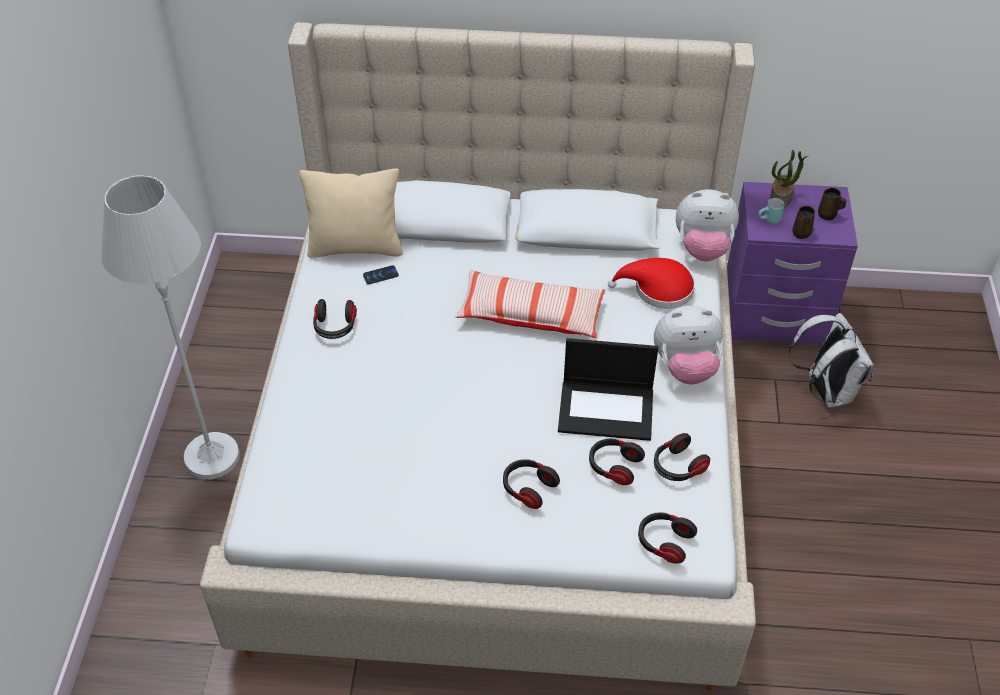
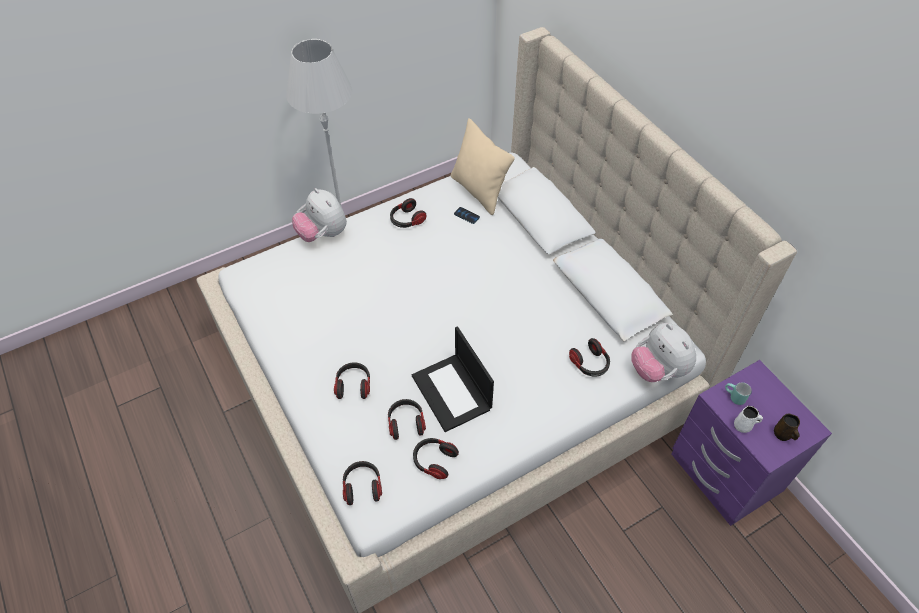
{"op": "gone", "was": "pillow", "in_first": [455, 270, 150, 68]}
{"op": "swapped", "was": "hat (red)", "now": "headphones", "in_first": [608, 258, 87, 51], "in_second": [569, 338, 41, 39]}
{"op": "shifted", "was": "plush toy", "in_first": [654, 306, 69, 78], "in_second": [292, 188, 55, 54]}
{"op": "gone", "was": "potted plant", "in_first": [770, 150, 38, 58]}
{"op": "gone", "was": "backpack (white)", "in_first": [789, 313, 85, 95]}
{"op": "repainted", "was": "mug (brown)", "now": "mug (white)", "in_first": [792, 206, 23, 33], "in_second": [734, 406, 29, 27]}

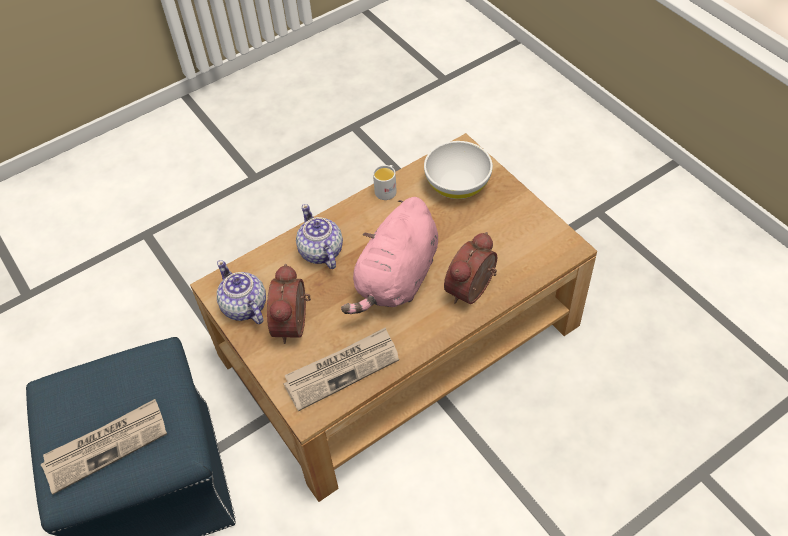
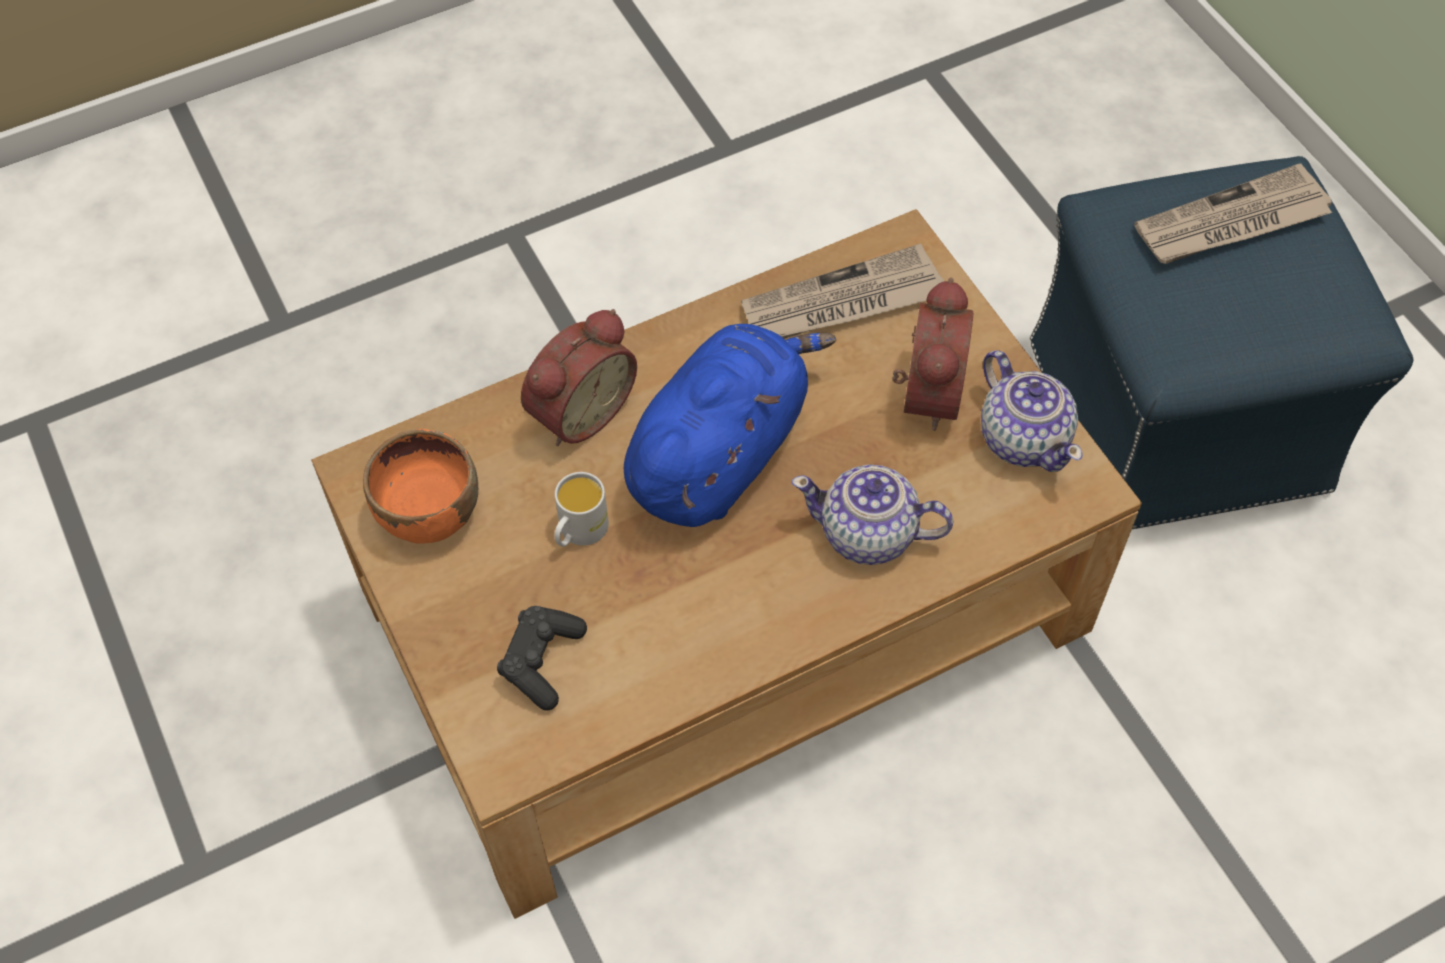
{"op": "rotated", "was": "teapot", "in_first": [296, 204, 47, 65], "in_second": [792, 464, 161, 101], "clockwise": 120}
{"op": "repainted", "was": "plush toy (pink)", "now": "plush toy (blue)", "in_first": [341, 197, 97, 117], "in_second": [624, 324, 212, 203]}
{"op": "shifted", "was": "mug (white)", "in_first": [373, 165, 24, 35], "in_second": [554, 472, 55, 75]}
{"op": "swapped", "was": "bowl (white)", "now": "game controller (black)", "in_first": [424, 141, 69, 58], "in_second": [497, 606, 90, 105]}
{"op": "new", "now": "bowl (orange)", "in_second": [363, 429, 115, 115]}

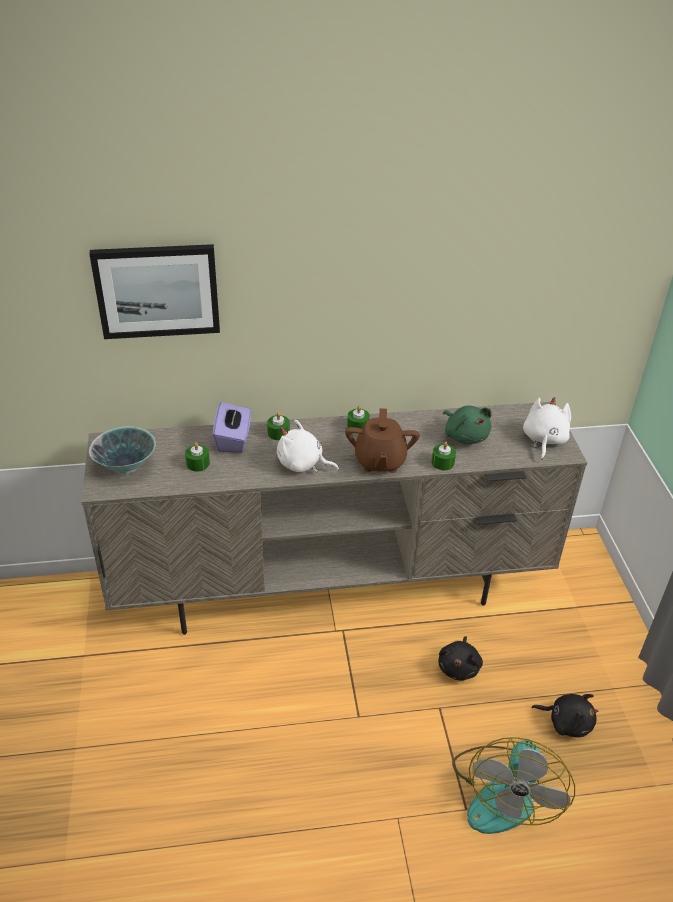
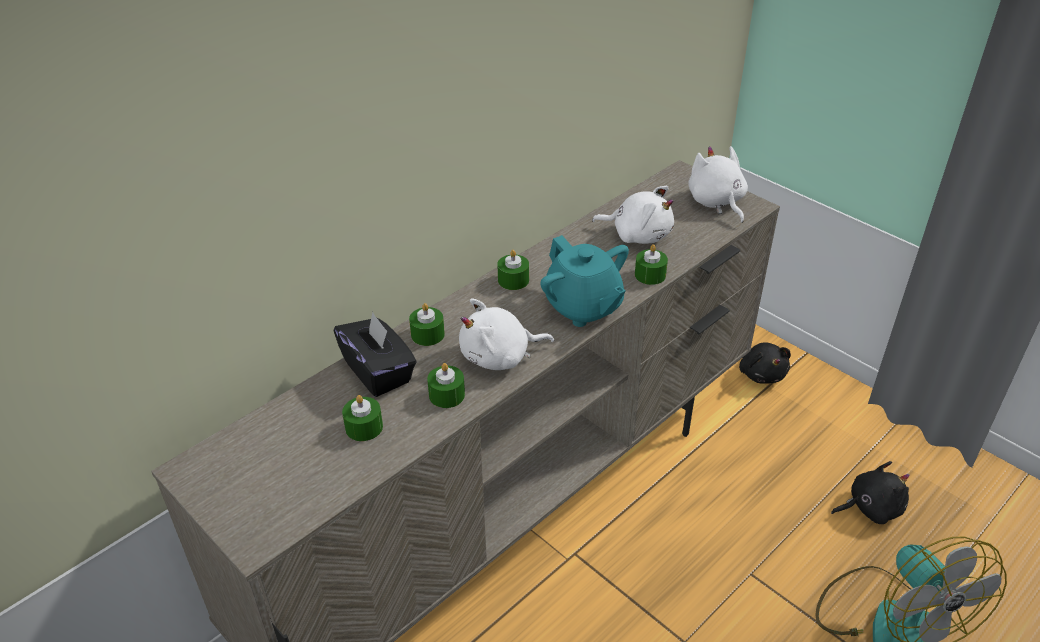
{"op": "gone", "was": "picture", "in_first": [89, 244, 131, 95]}
{"op": "gone", "was": "bowl", "in_first": [89, 426, 67, 48]}
{"op": "repainted", "was": "tissue box (purple)", "now": "tissue box (black)", "in_first": [213, 402, 38, 51], "in_second": [334, 312, 82, 85]}
{"op": "repainted", "was": "teapot (brown)", "now": "teapot (turquoise)", "in_first": [345, 408, 75, 65], "in_second": [541, 235, 88, 92]}
{"op": "shifted", "was": "plush toy (black)", "in_first": [439, 636, 44, 45], "in_second": [739, 342, 52, 42]}
{"op": "repainted", "was": "plush toy (green)", "now": "plush toy (white)", "in_first": [443, 405, 49, 39], "in_second": [592, 186, 82, 58]}
{"op": "new", "now": "candle (green)", "in_second": [427, 363, 38, 45]}

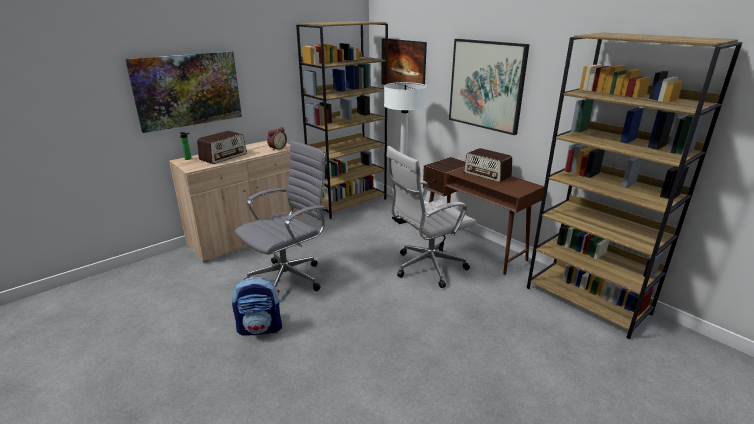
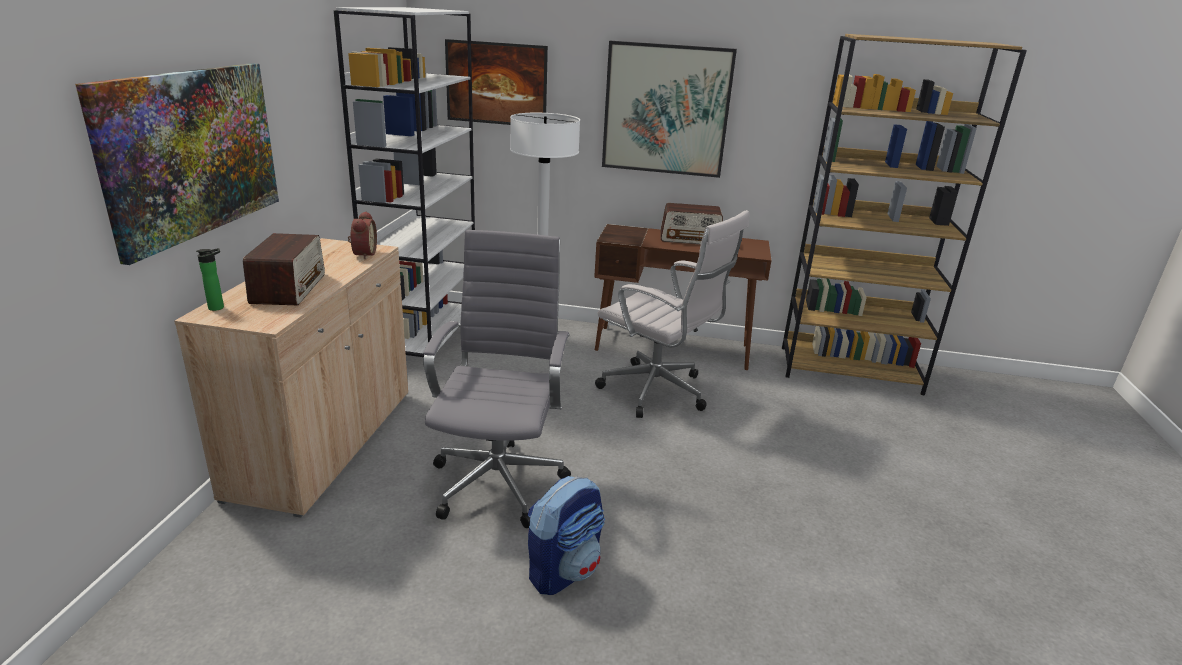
{"op": "repainted", "was": "bookcase (brown)", "now": "bookcase (white)", "in_first": [296, 21, 92, 198], "in_second": [334, 7, 141, 350]}
{"op": "rotated", "was": "office chair (white)", "in_first": [386, 146, 90, 142], "in_second": [595, 210, 154, 208], "clockwise": -75}

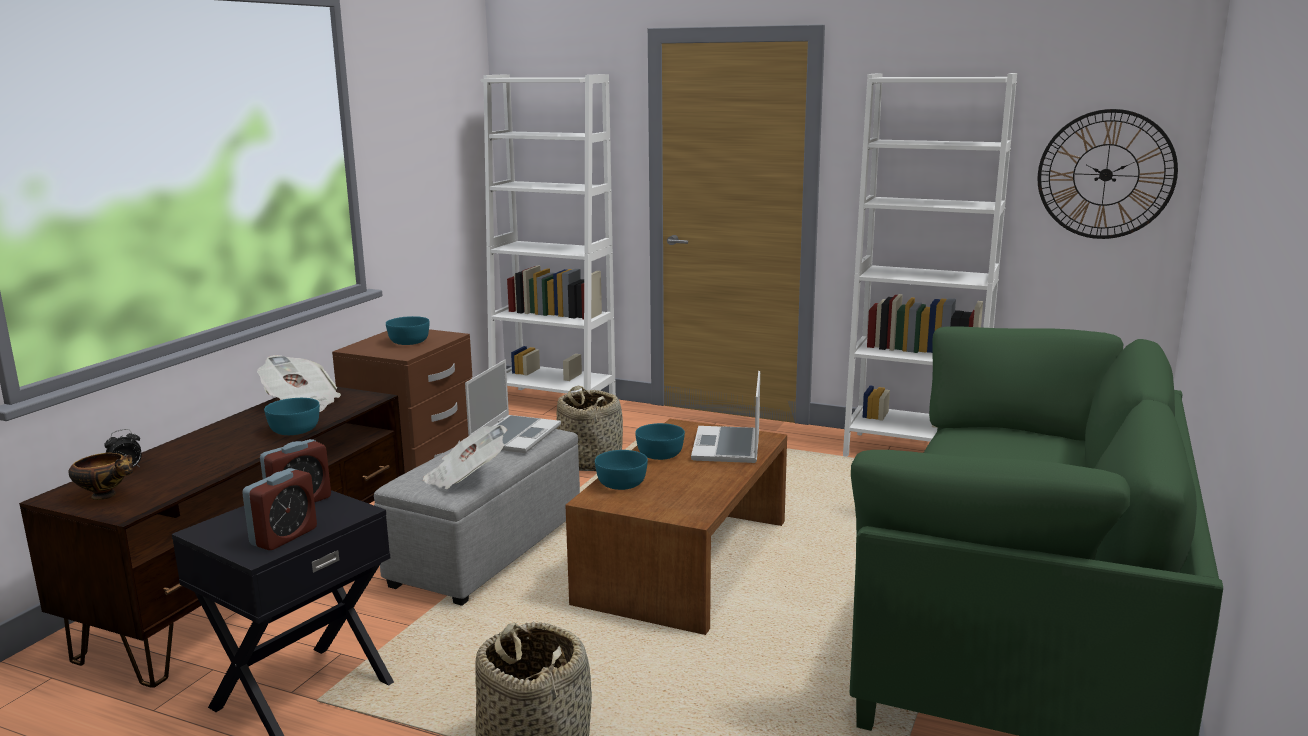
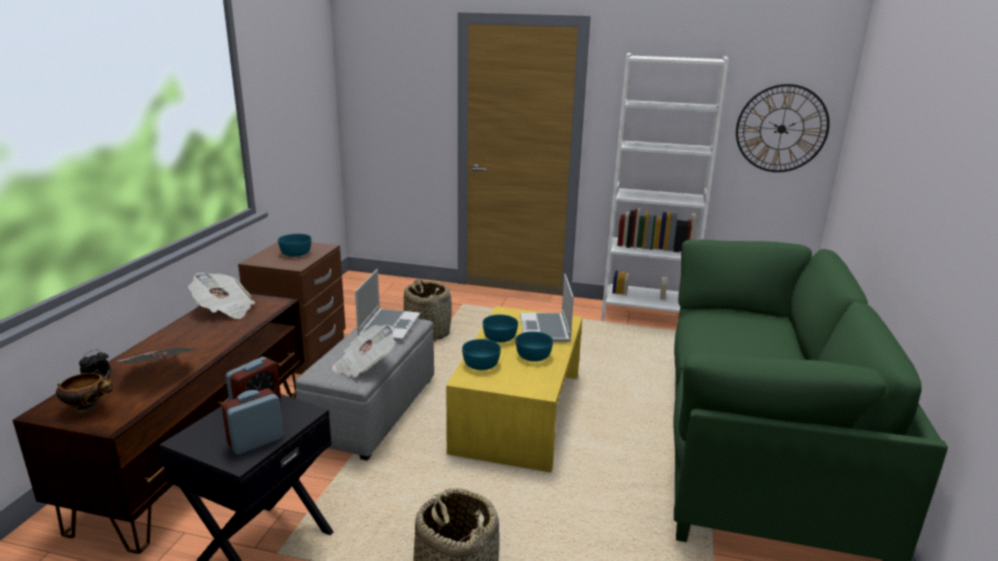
{"op": "rotated", "was": "alarm clock", "in_first": [242, 468, 75, 82], "in_second": [222, 388, 61, 66], "clockwise": -150}
{"op": "shifted", "was": "bowl (turquoise)", "in_first": [264, 398, 56, 37], "in_second": [516, 331, 37, 31]}
{"op": "gone", "was": "bookcase (white)", "in_first": [481, 74, 135, 322]}
{"op": "repainted", "was": "coffee table (brown)", "now": "coffee table (yellow)", "in_first": [565, 419, 222, 216], "in_second": [446, 306, 136, 166]}
{"op": "new", "now": "newspaper", "in_second": [119, 348, 76, 15]}

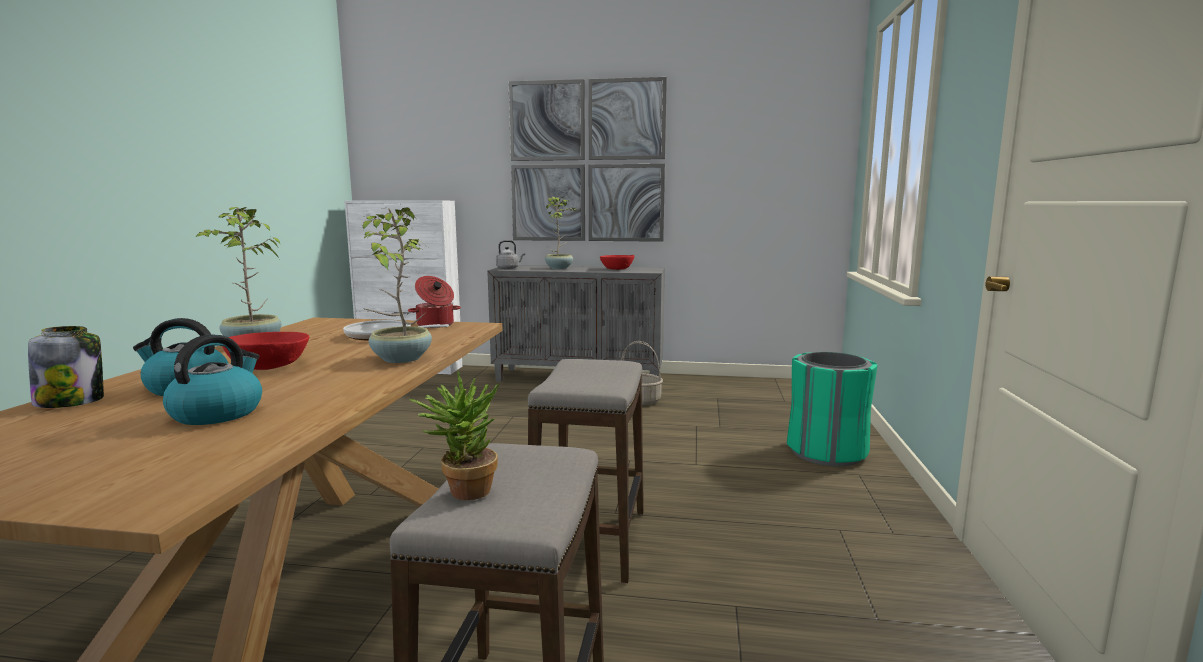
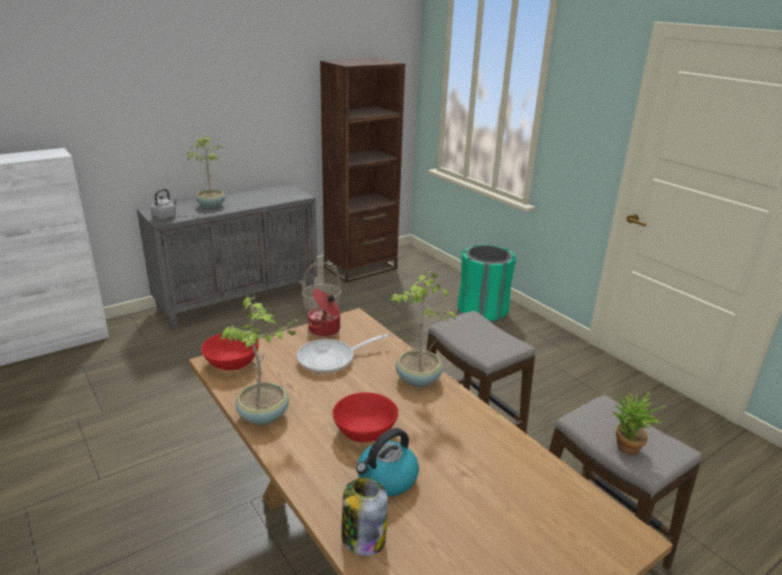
{"op": "gone", "was": "kettle", "in_first": [163, 334, 99, 91]}
{"op": "gone", "was": "picture", "in_first": [508, 77, 159, 165]}
{"op": "shifted", "was": "bowl (red)", "in_first": [600, 255, 34, 15], "in_second": [201, 333, 58, 37]}
{"op": "new", "now": "bookcase (brown)", "in_second": [320, 58, 85, 225]}

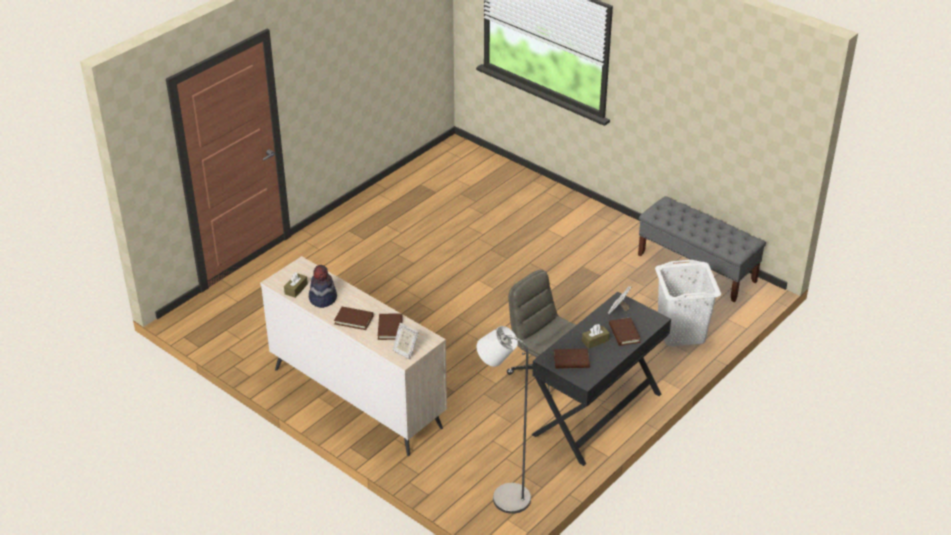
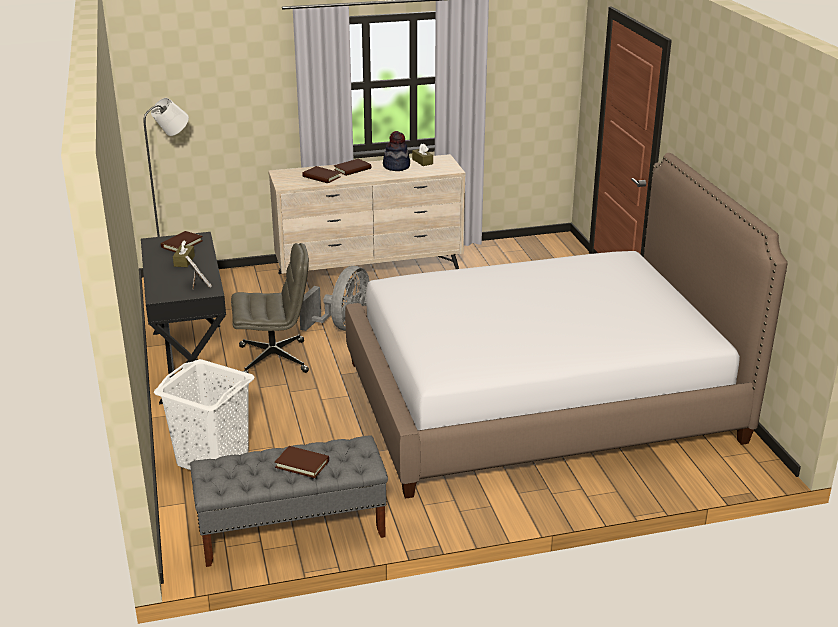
{"op": "gone", "was": "picture frame", "in_first": [393, 323, 26, 36]}
{"op": "shifted", "was": "book (brown)", "in_first": [609, 317, 32, 29], "in_second": [275, 446, 54, 32]}
{"op": "new", "now": "fan (grey)", "in_second": [299, 266, 70, 65]}
{"op": "new", "now": "bed", "in_second": [345, 153, 443, 346]}

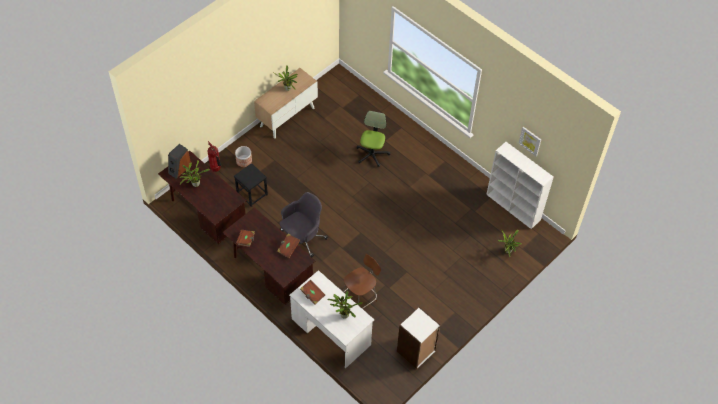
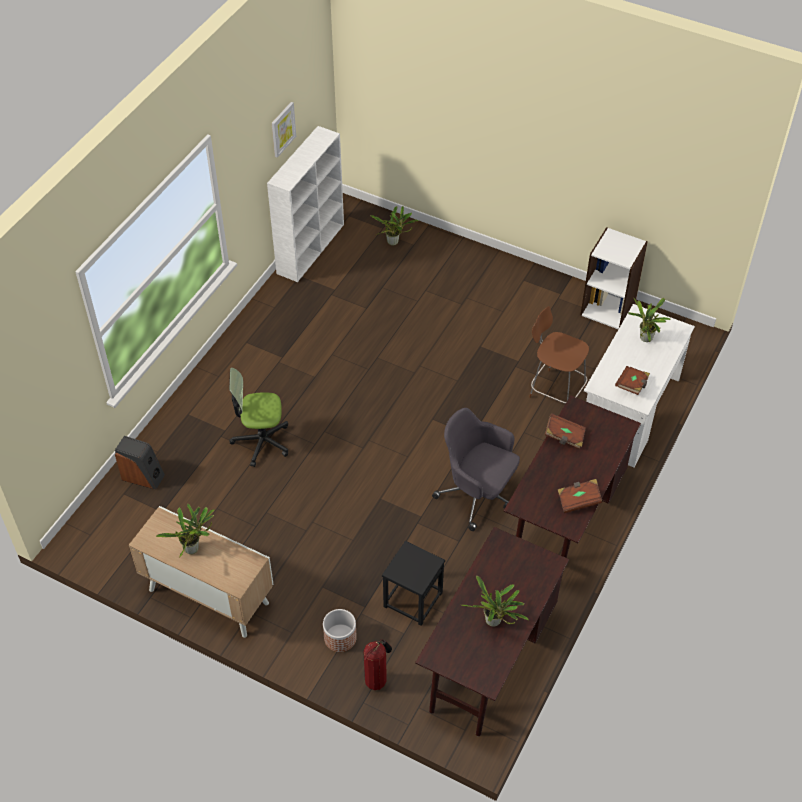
{"op": "shifted", "was": "speaker", "in_first": [168, 144, 23, 35], "in_second": [115, 436, 50, 53]}

